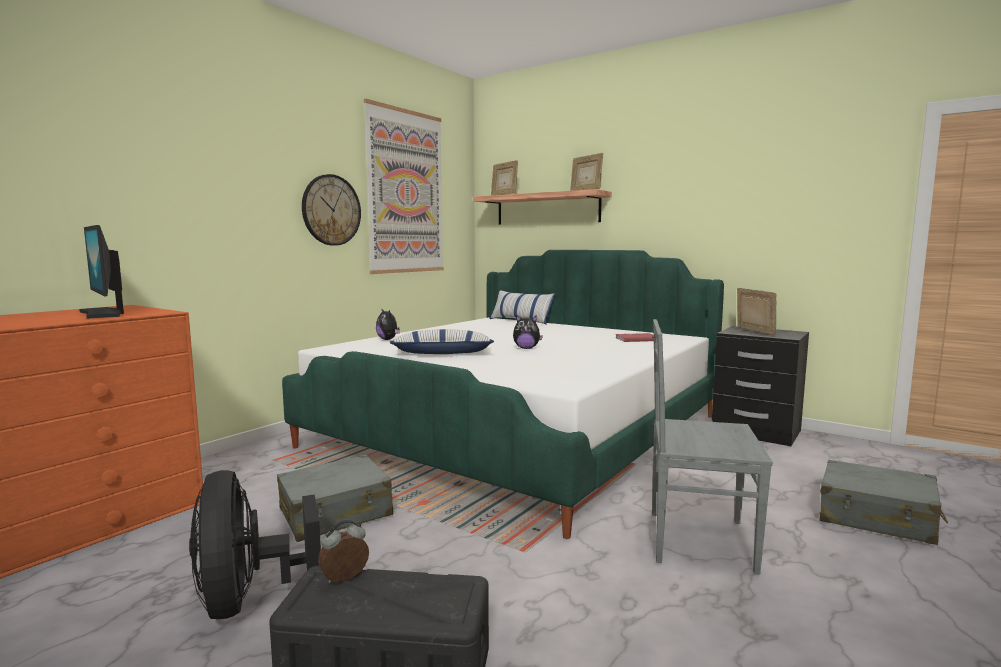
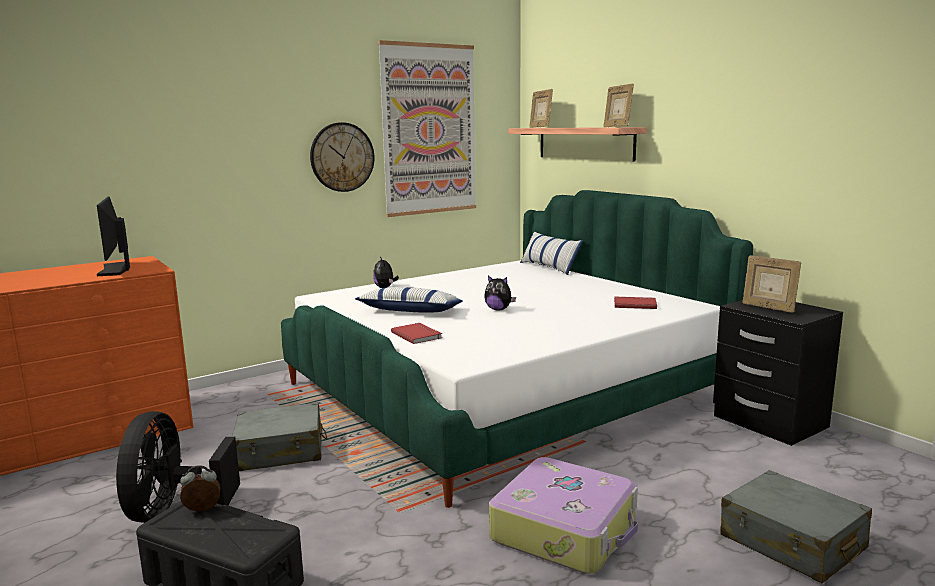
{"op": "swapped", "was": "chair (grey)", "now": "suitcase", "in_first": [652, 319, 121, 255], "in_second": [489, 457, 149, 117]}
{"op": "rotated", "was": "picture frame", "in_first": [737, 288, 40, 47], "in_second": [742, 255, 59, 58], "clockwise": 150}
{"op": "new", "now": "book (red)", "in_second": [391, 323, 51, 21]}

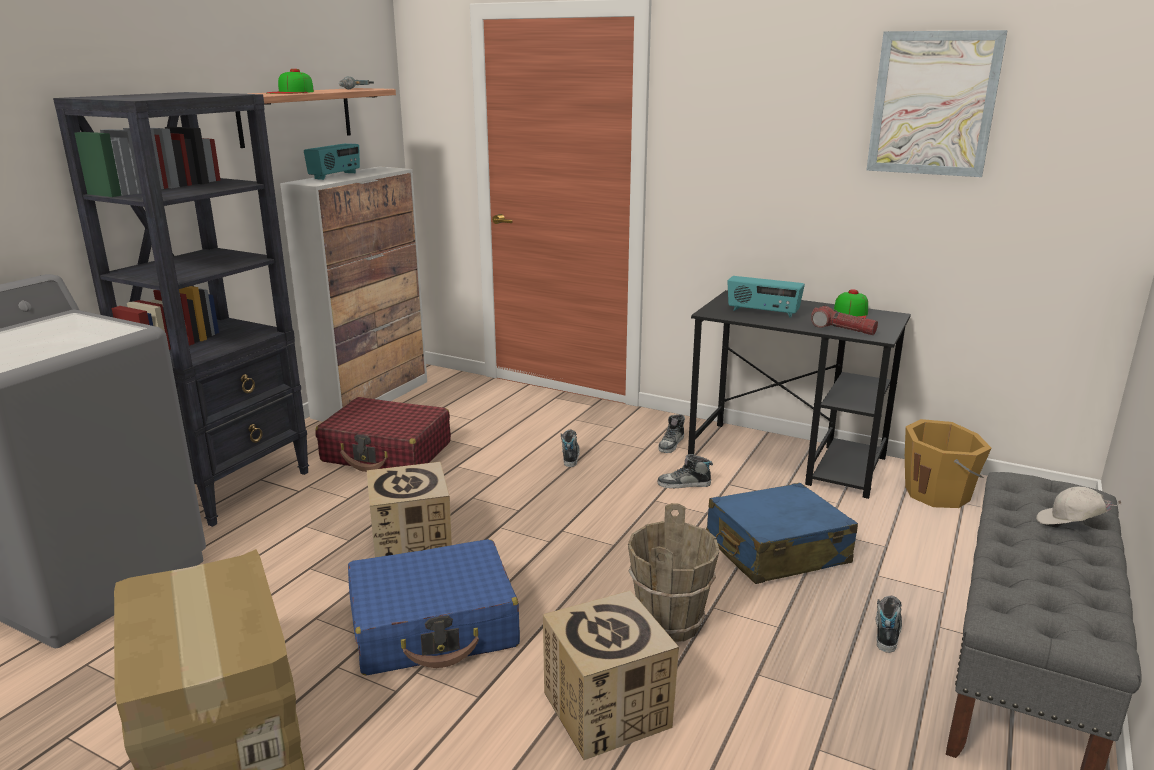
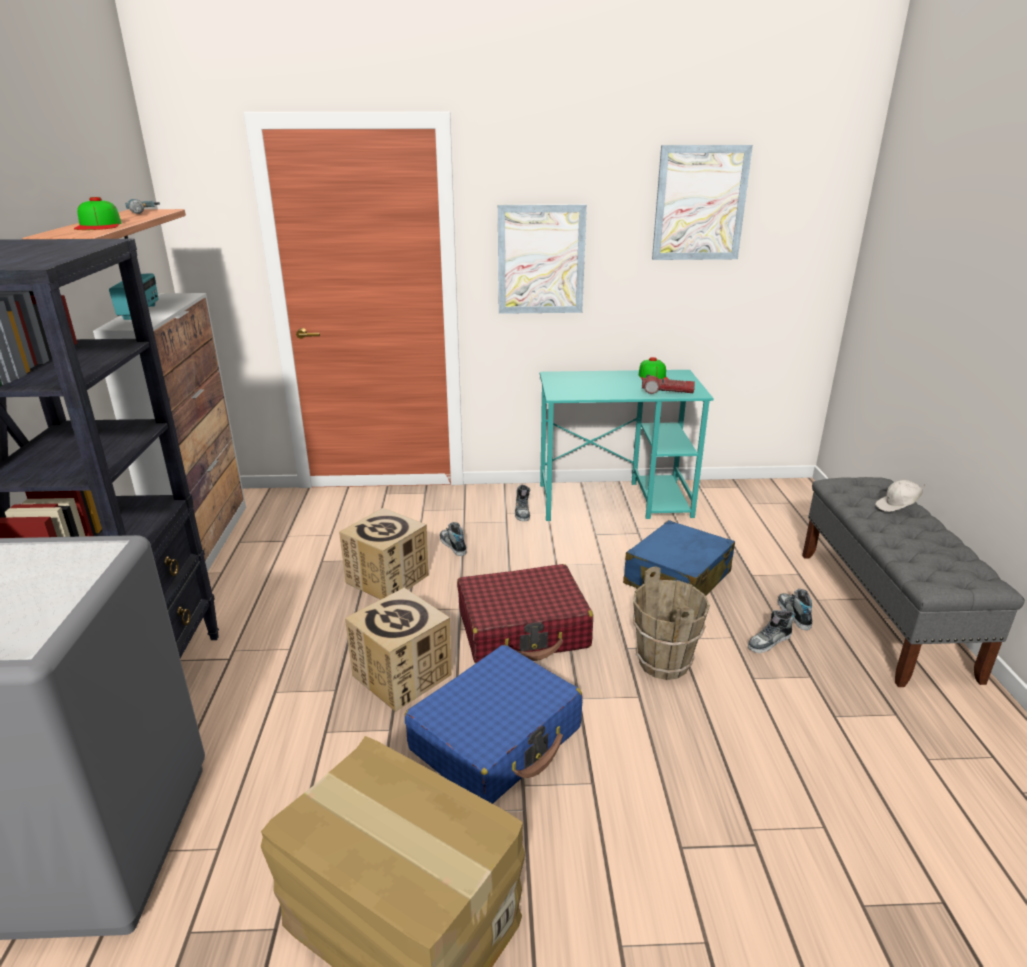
{"op": "shifted", "was": "suitcase (red)", "in_first": [315, 397, 136, 75], "in_second": [457, 564, 136, 99]}
{"op": "shifted", "was": "cardboard box", "in_first": [543, 590, 136, 170], "in_second": [339, 508, 89, 92]}
{"op": "shifted", "was": "shoe", "in_first": [658, 454, 55, 35], "in_second": [748, 610, 48, 43]}
{"op": "repainted", "was": "desk (black)", "now": "desk (turquoise)", "in_first": [688, 290, 223, 209], "in_second": [540, 370, 173, 151]}
{"op": "gone", "was": "radio", "in_first": [727, 276, 78, 42]}
{"op": "gone", "was": "bucket (orange)", "in_first": [905, 419, 87, 89]}
{"op": "new", "now": "picture", "in_second": [498, 204, 89, 110]}

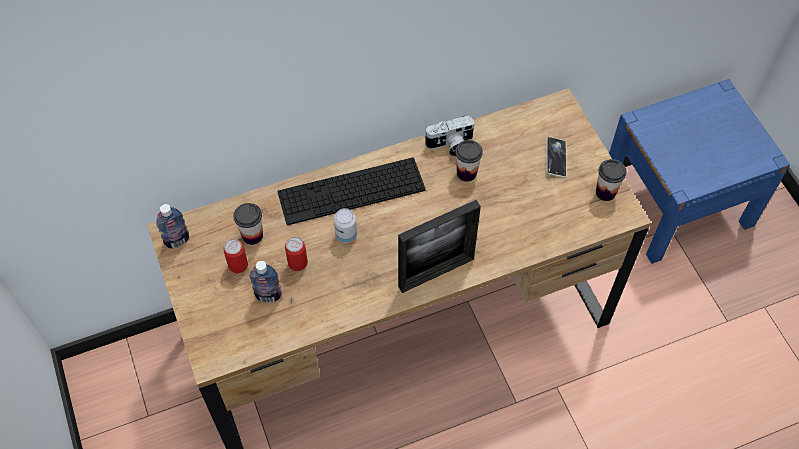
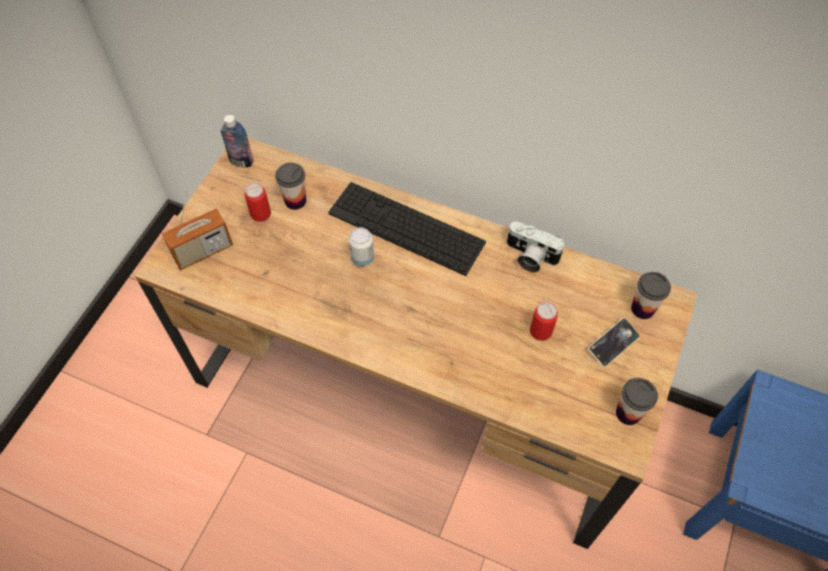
{"op": "gone", "was": "bottle", "in_first": [249, 261, 33, 42]}
{"op": "shifted", "was": "can", "in_first": [285, 236, 23, 35], "in_second": [530, 302, 28, 39]}
{"op": "gone", "was": "picture frame", "in_first": [398, 200, 83, 93]}
{"op": "shifted", "was": "cup", "in_first": [455, 140, 28, 42], "in_second": [631, 272, 40, 47]}
{"op": "new", "now": "radio", "in_second": [162, 186, 71, 84]}

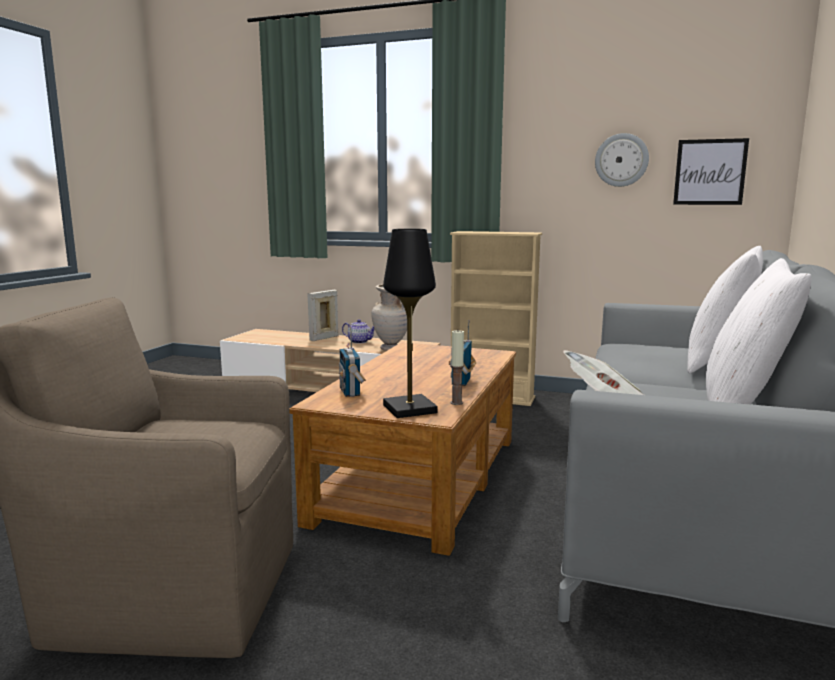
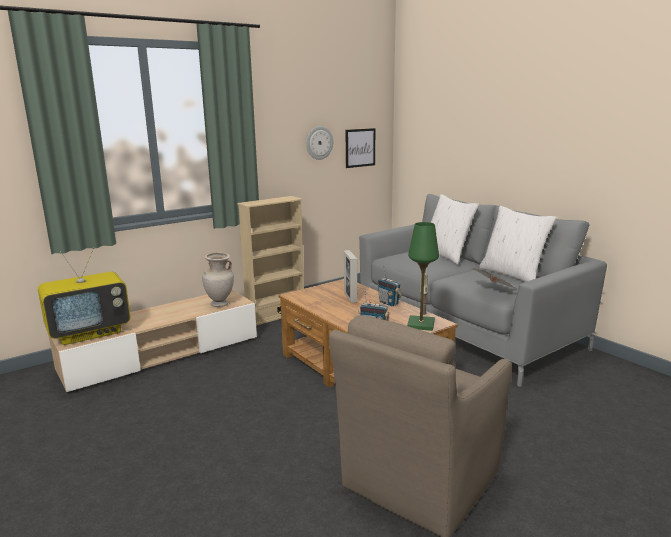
{"op": "shifted", "was": "picture frame", "in_first": [308, 290, 30, 51], "in_second": [344, 250, 14, 53]}
{"op": "gone", "was": "teapot", "in_first": [342, 319, 32, 25]}
{"op": "repainted", "was": "table lamp (black)", "now": "table lamp (green)", "in_first": [383, 229, 55, 189], "in_second": [407, 222, 32, 109]}
{"op": "new", "now": "television", "in_second": [38, 247, 93, 98]}

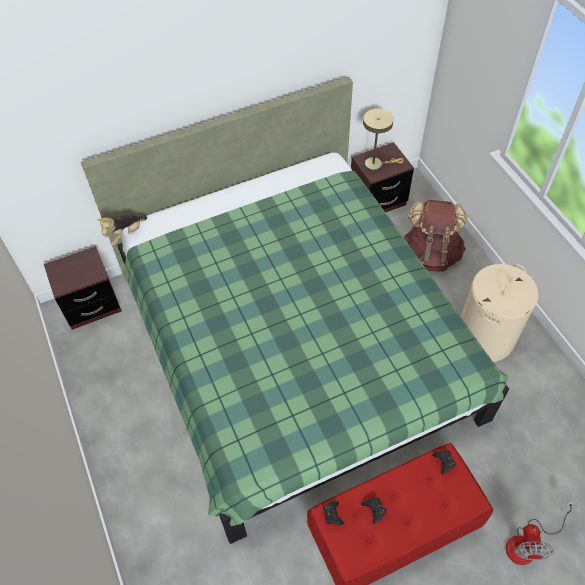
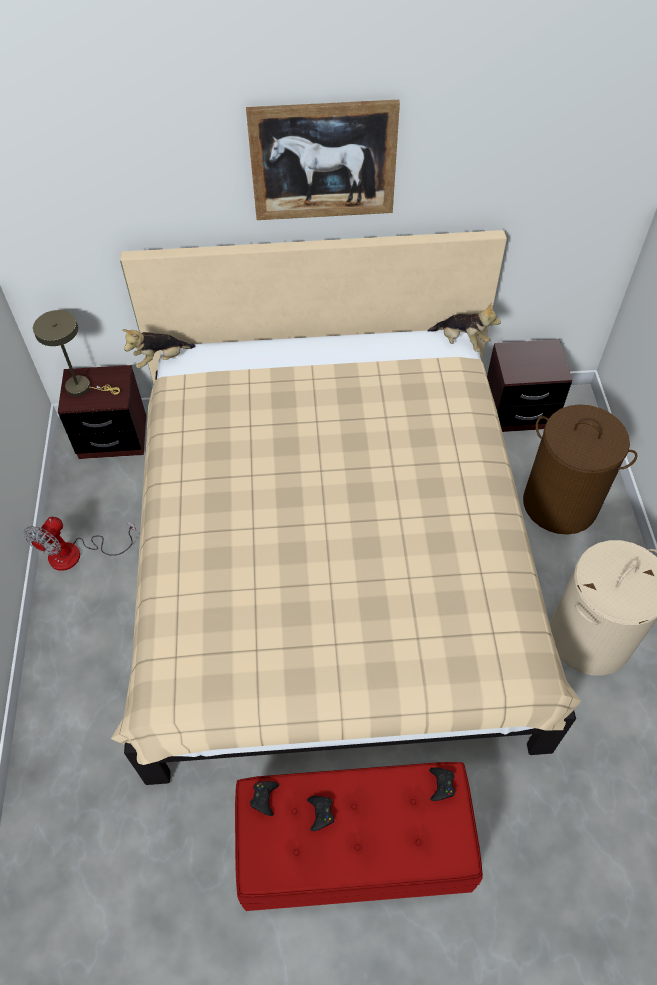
{"op": "repainted", "was": "bed (green)", "now": "bed (beige)", "in_first": [81, 77, 428, 467], "in_second": [111, 230, 470, 555]}
{"op": "shifted", "was": "table lamp (beige)", "in_first": [363, 109, 41, 63], "in_second": [33, 310, 87, 87]}
{"op": "swapped", "was": "backpack (brown)", "now": "laundry basket (brown)", "in_first": [404, 200, 64, 72], "in_second": [523, 404, 115, 131]}
{"op": "shifted", "was": "fan", "in_first": [506, 502, 70, 63], "in_second": [24, 517, 112, 54]}
{"op": "new", "now": "picture", "in_second": [246, 100, 154, 120]}
{"op": "new", "now": "plush toy", "in_second": [428, 302, 73, 50]}

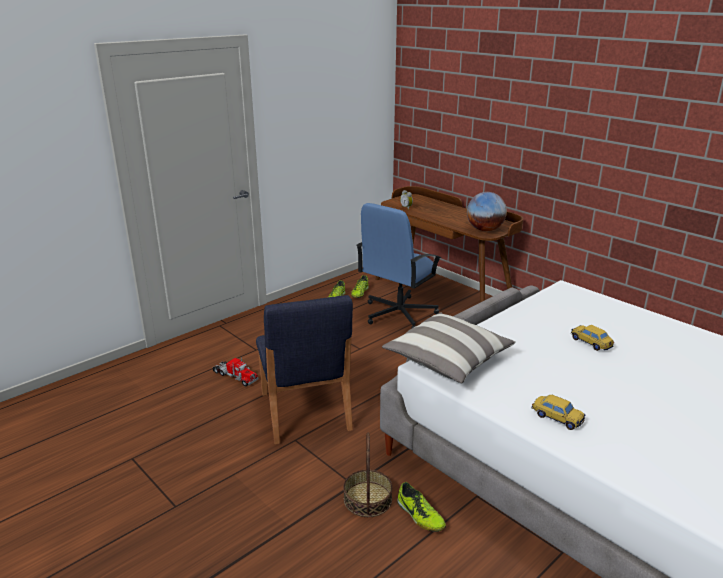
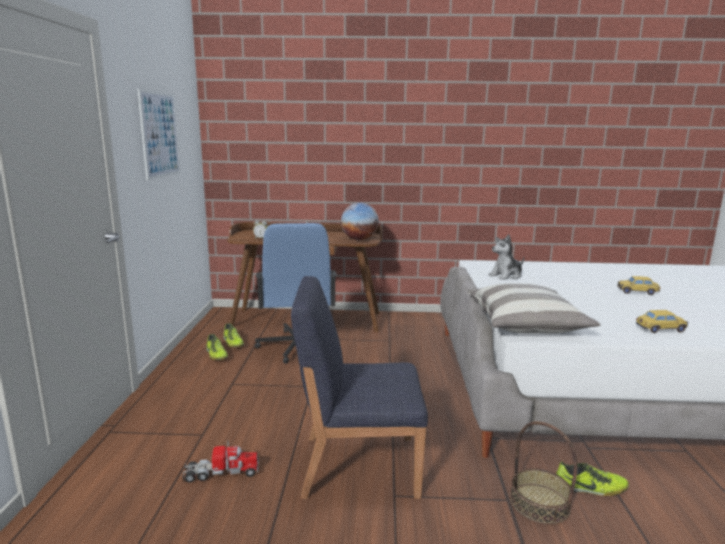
{"op": "rotated", "was": "chair (blue)", "in_first": [256, 295, 97, 149], "in_second": [291, 276, 137, 223], "clockwise": 150}
{"op": "shifted", "was": "toy car", "in_first": [571, 325, 43, 26], "in_second": [617, 276, 44, 19]}
{"op": "new", "now": "picture", "in_second": [137, 89, 44, 91]}
{"op": "new", "now": "plush toy", "in_second": [489, 234, 35, 46]}

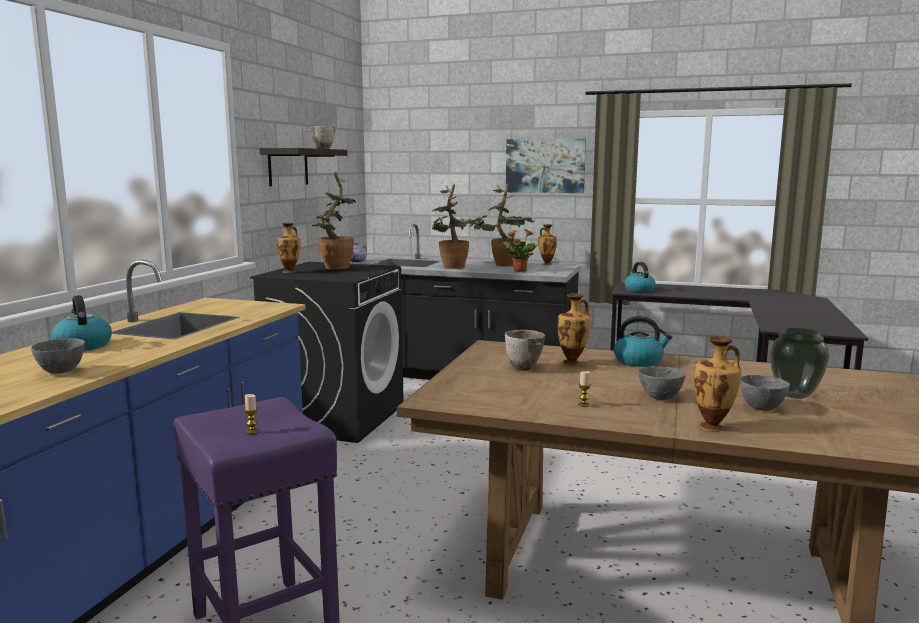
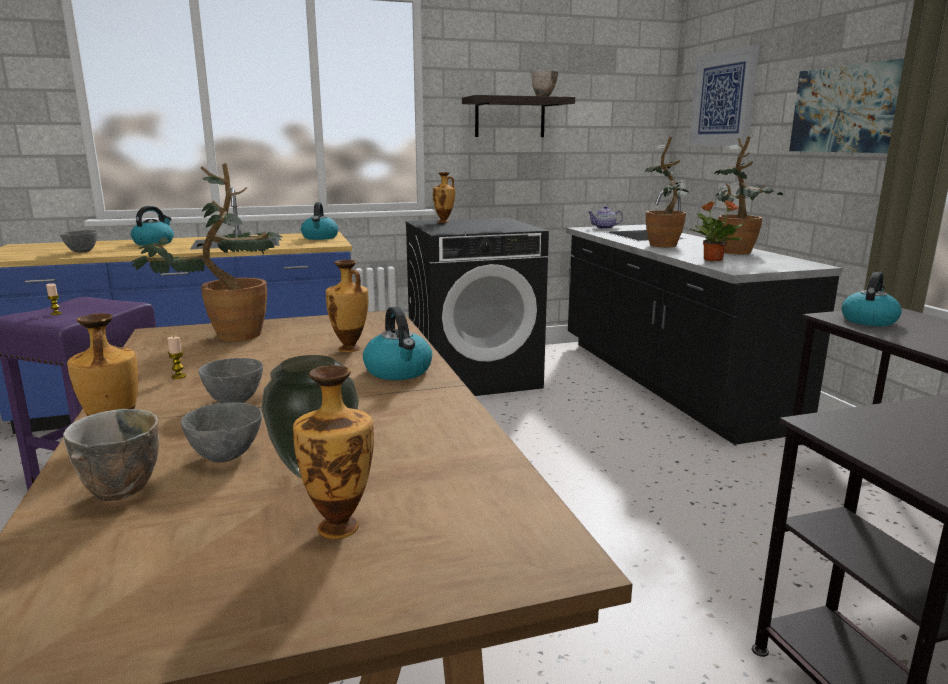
{"op": "shifted", "was": "potted plant", "in_first": [312, 172, 44, 98], "in_second": [131, 163, 151, 178]}
{"op": "shifted", "was": "bowl", "in_first": [505, 330, 40, 41], "in_second": [63, 409, 96, 92]}
{"op": "shifted", "was": "vase", "in_first": [538, 224, 19, 41], "in_second": [293, 365, 81, 174]}
{"op": "new", "now": "kettle", "in_second": [301, 202, 37, 38]}
{"op": "new", "now": "picture", "in_second": [689, 45, 70, 101]}

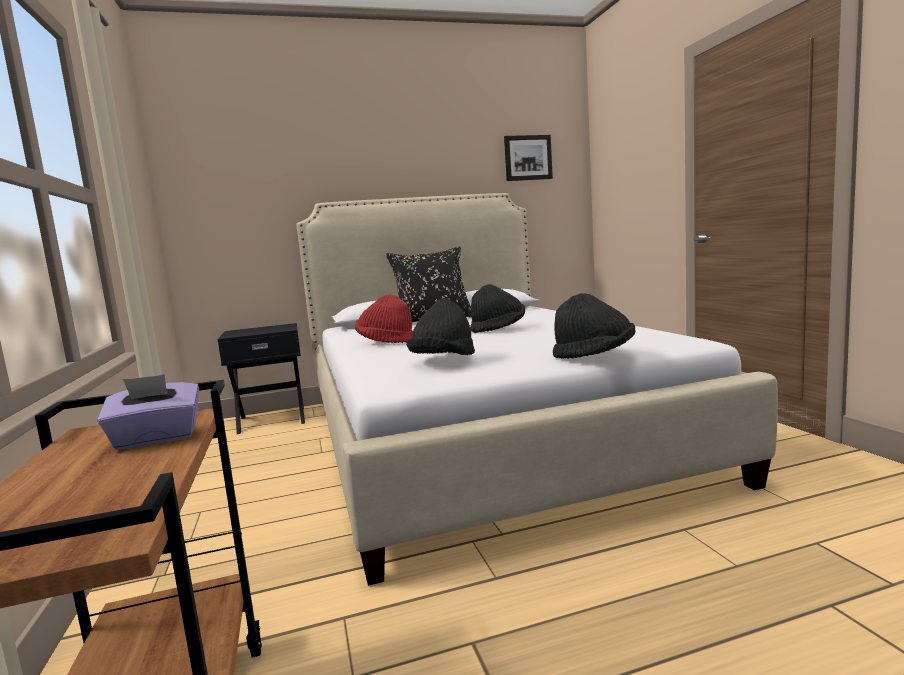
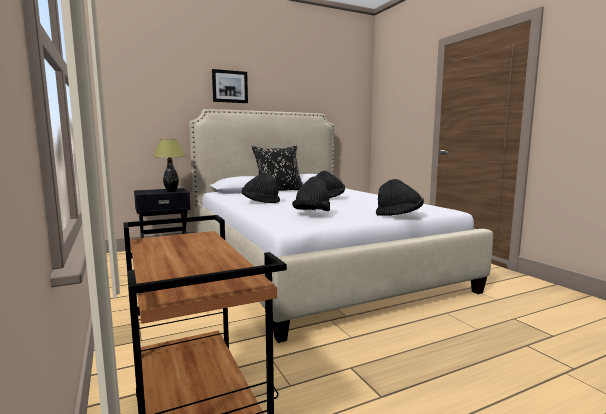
{"op": "gone", "was": "tissue box (purple)", "in_first": [97, 374, 102, 76]}
{"op": "repainted", "was": "hat (red)", "now": "hat (black)", "in_first": [355, 294, 58, 49], "in_second": [242, 172, 38, 31]}
{"op": "shifted", "was": "picture", "in_first": [504, 135, 49, 46], "in_second": [212, 69, 36, 34]}
{"op": "new", "now": "table lamp", "in_second": [153, 140, 33, 52]}

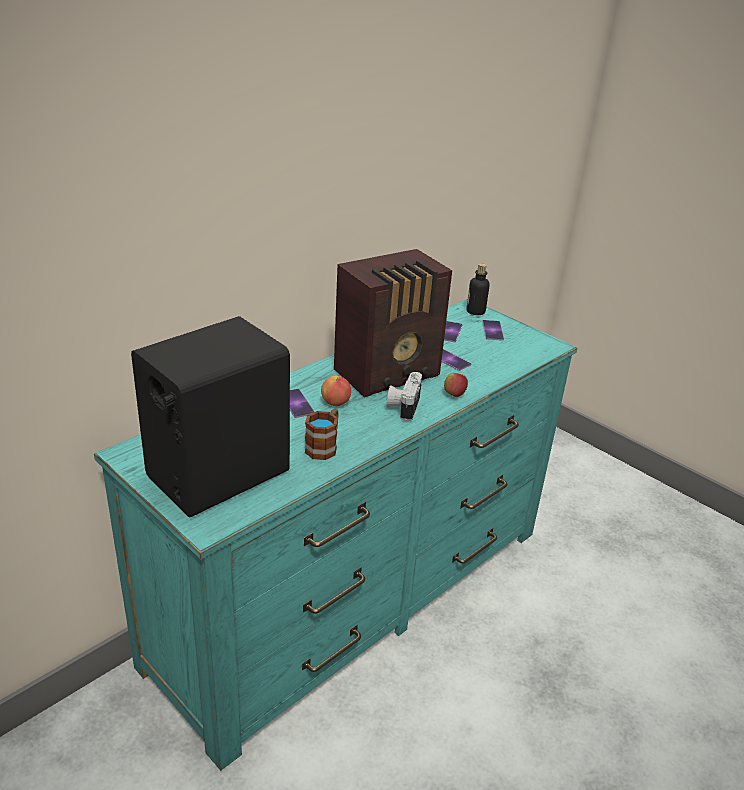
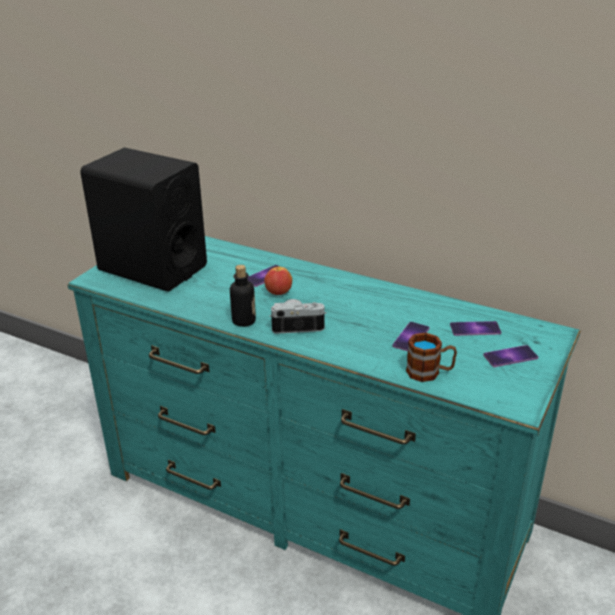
{"op": "shifted", "was": "mug", "in_first": [305, 409, 34, 51], "in_second": [406, 333, 51, 49]}
{"op": "gone", "was": "radio", "in_first": [334, 249, 118, 148]}
{"op": "gone", "was": "apple", "in_first": [444, 373, 24, 24]}
{"op": "shifted", "was": "bottle", "in_first": [466, 263, 24, 52], "in_second": [230, 265, 26, 62]}

